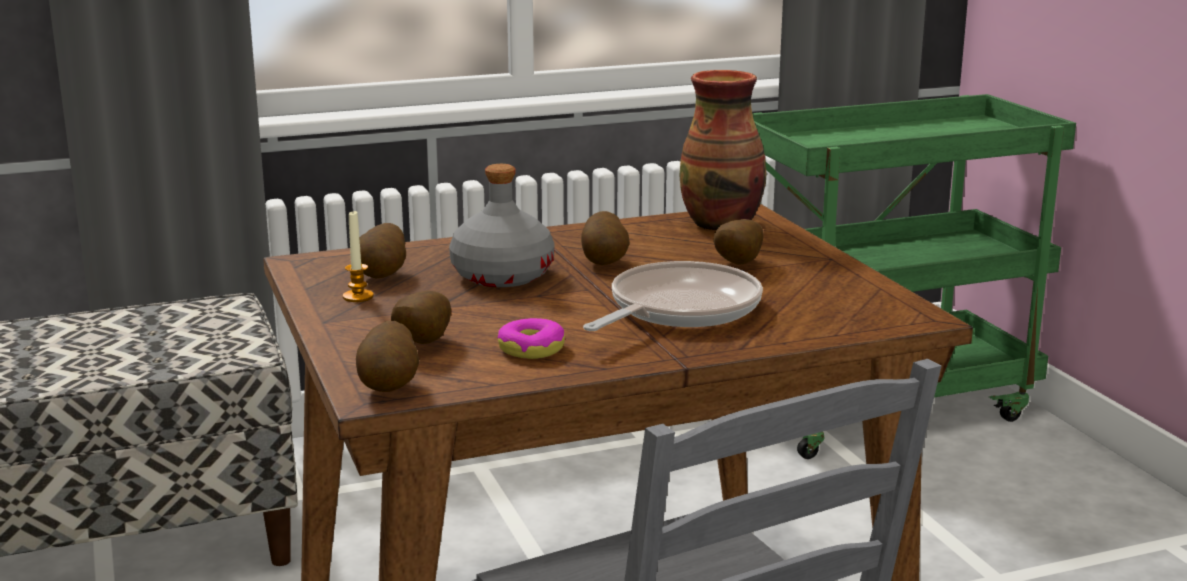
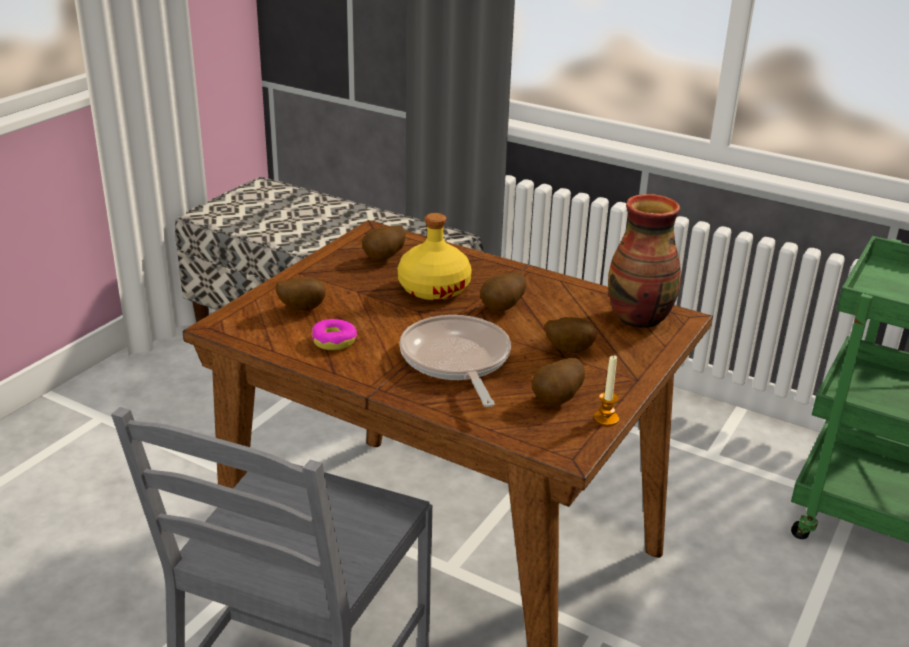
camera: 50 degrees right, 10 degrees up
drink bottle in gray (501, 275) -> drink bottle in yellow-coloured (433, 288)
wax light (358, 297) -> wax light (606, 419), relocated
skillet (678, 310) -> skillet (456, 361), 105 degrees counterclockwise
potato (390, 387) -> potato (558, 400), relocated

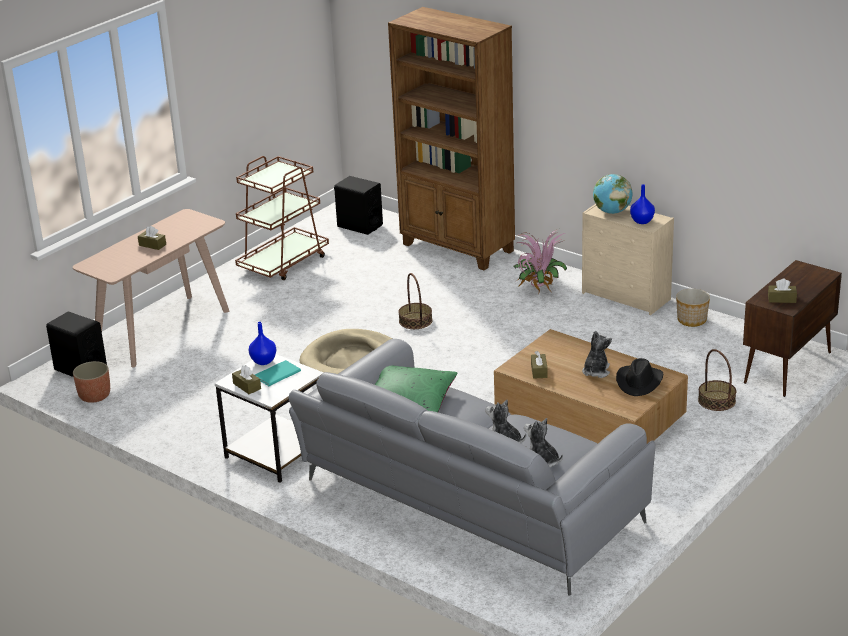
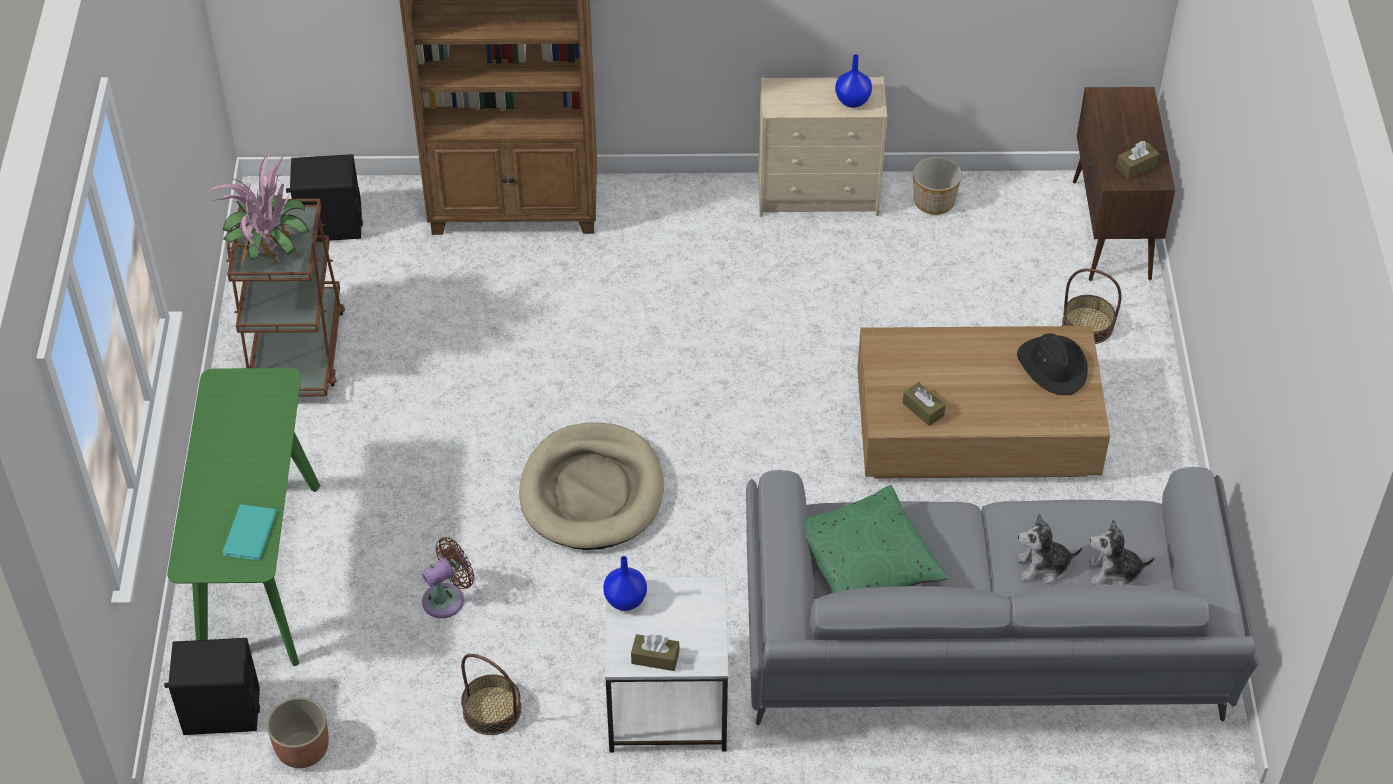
camera: 40 degrees left, 20 degrees up
desk globe (612, 212) -> none
hall table in sand-coloured (162, 330) -> hall table in green-coloured (259, 572)
tissue box in brownish (152, 245) -> none
houseplant (538, 291) -> houseplant (269, 256), relocated
household basket (415, 321) -> household basket (492, 710), relocated
cuddly toy (596, 371) -> none
bound book in turquoise (276, 374) -> bound book in turquoise (248, 534), relocated
none -> fan in brownish (447, 598)

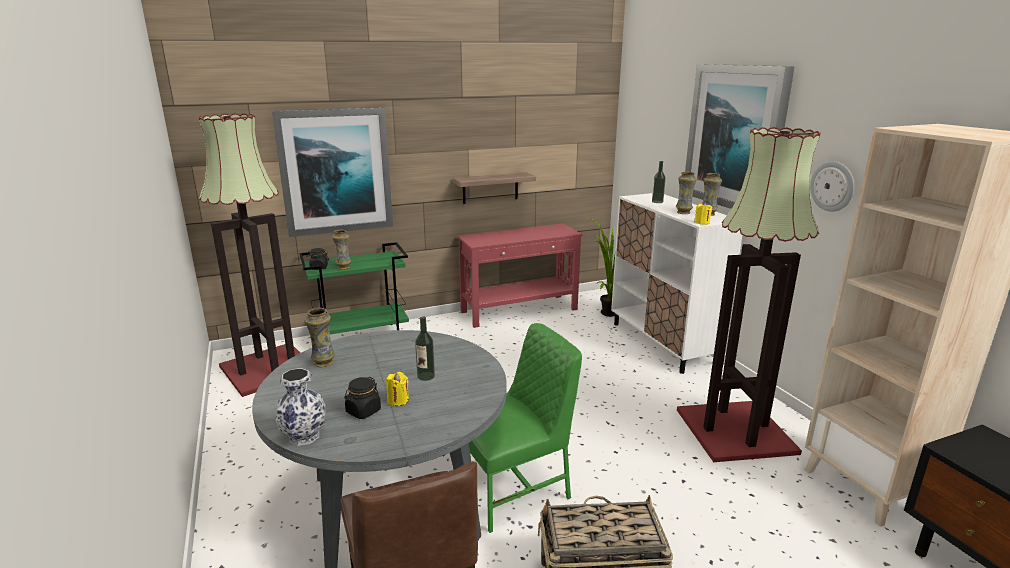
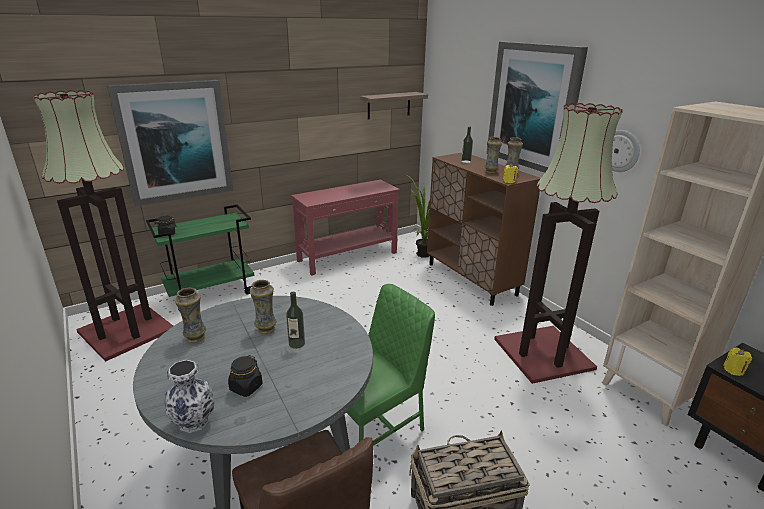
camera: 10 degrees left, 5 degrees up
bracket shelf (490, 188) -> bracket shelf (389, 105), relocated
cabinet in white-coloured (662, 343) -> cabinet in brownish (471, 279)
flower vase (343, 267) -> flower vase (266, 328), relocated
wax light in yellow-coloured (398, 400) -> wax light in yellow-coloured (733, 370), relocated

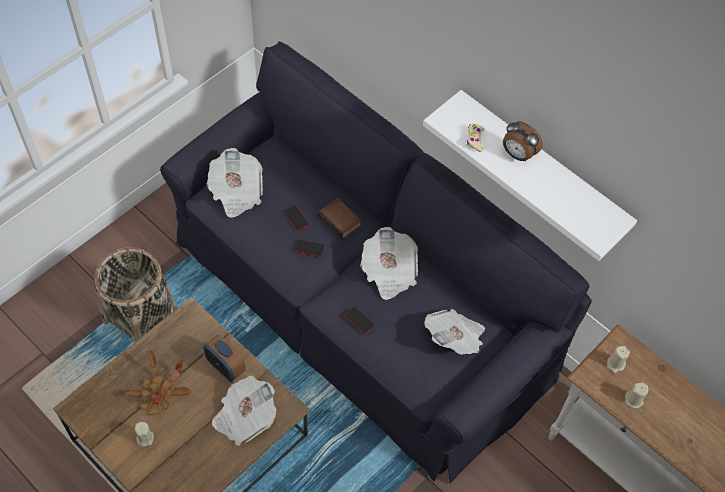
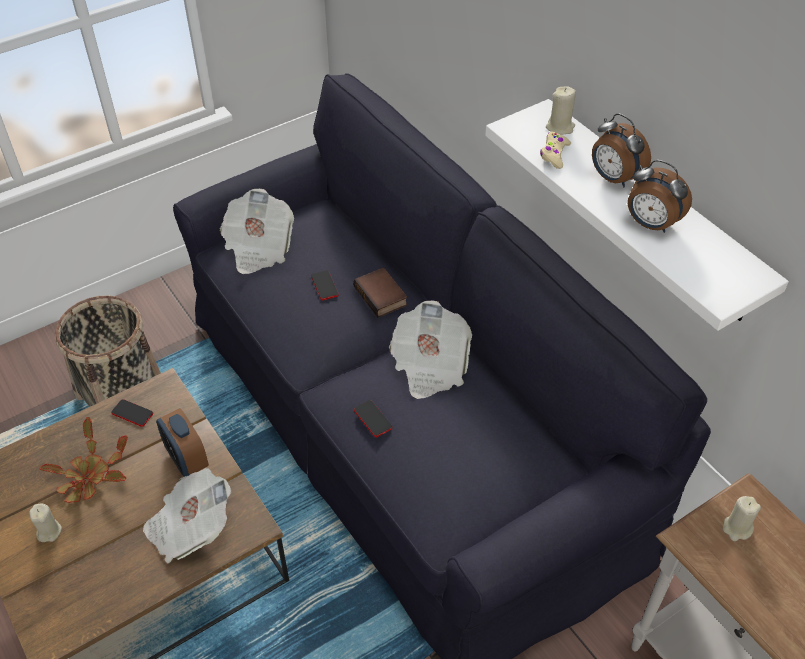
camera: 15 degrees right, 10 degrees down
phone (309, 248) -> phone (132, 413), relocated
newspaper (455, 338) -> none
wax light in sand-coloured (634, 400) -> wax light in sand-coloured (560, 127), relocated
none -> bedside clock (650, 224)

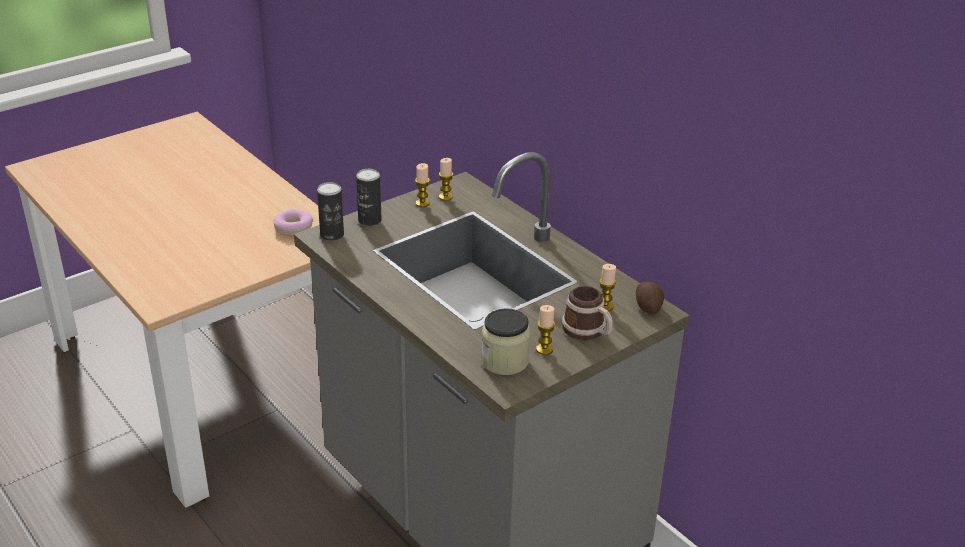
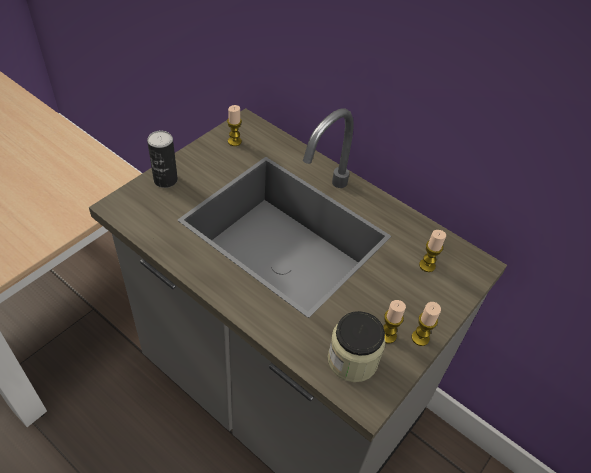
camera: 15 degrees left, 15 degrees up
wax light (422, 203) -> wax light (420, 338), relocated
can (332, 235) -> none
ring doughnut (293, 228) -> none
potato (648, 306) -> none
coffee mug (588, 332) -> none

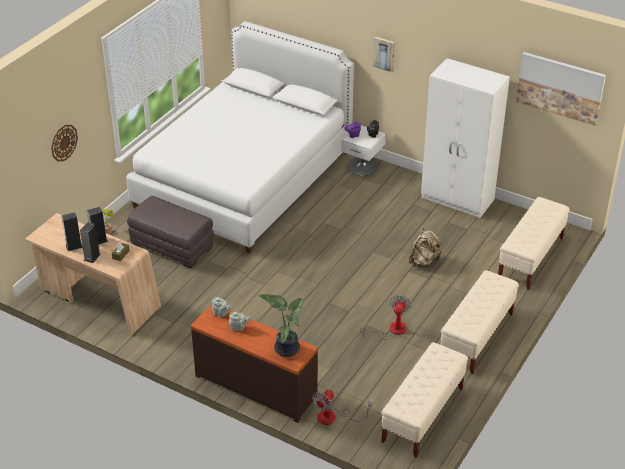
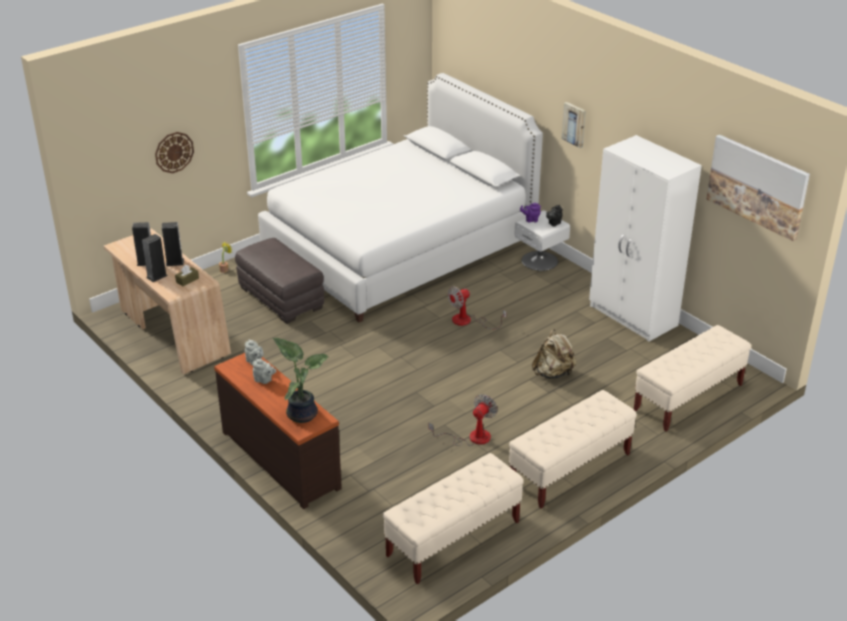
camera: 20 degrees right, 5 degrees down
fan (333, 417) -> fan (468, 321), relocated

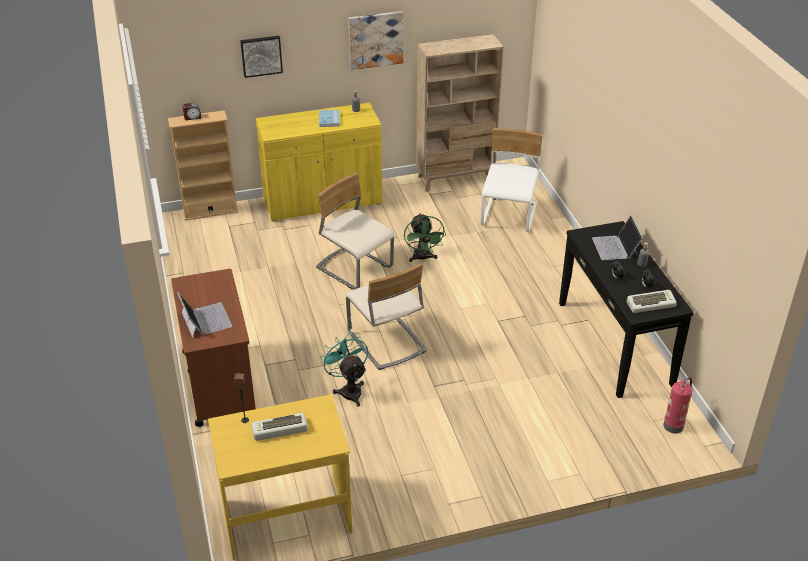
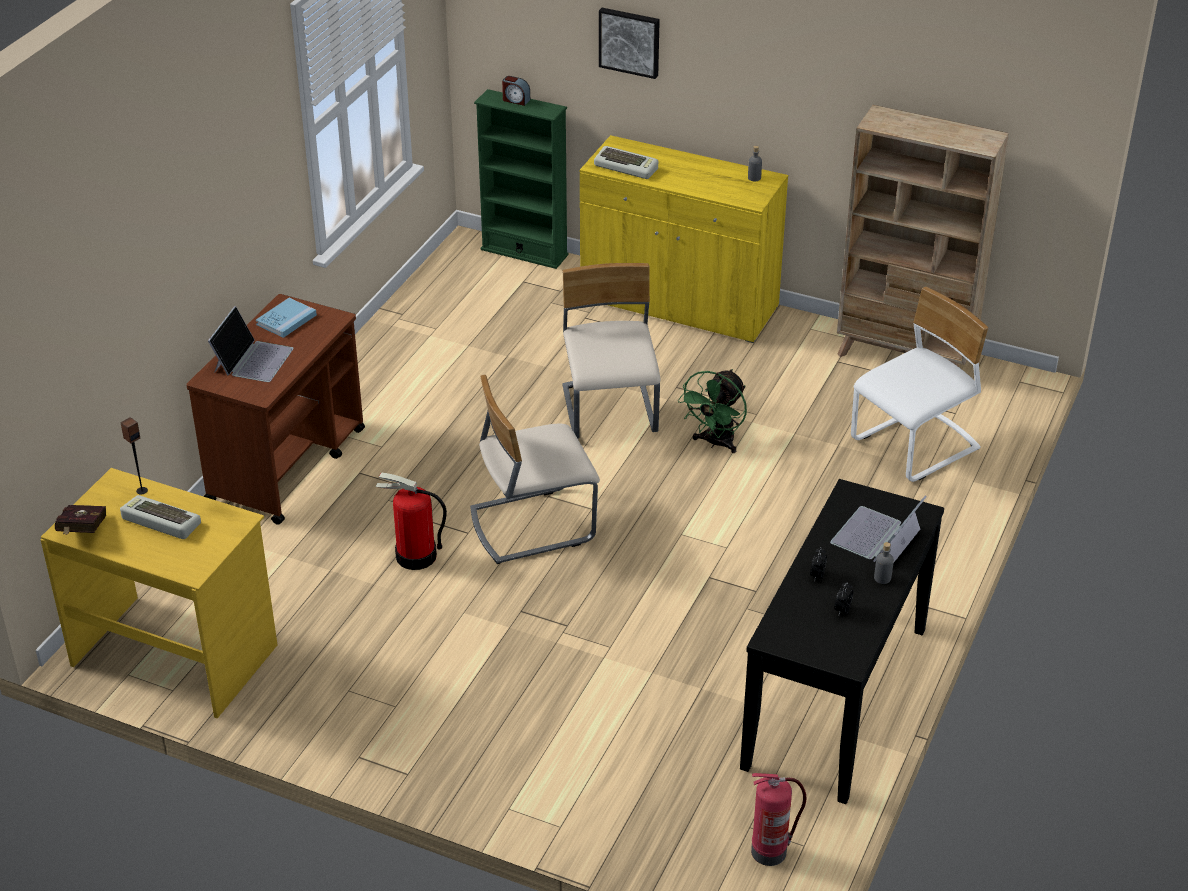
camera: 40 degrees right, 0 degrees up
wall picture (375, 39) -> none
bookshelf in sand-coloured (210, 211) -> bookshelf in green-coloured (524, 252)
bound book in blue-coloured (329, 119) -> bound book in blue-coloured (286, 320), relocated
chair in sand-coloured (386, 342) -> chair in sand-coloured (531, 524), 60 degrees clockwise
computer keyboard (651, 304) -> computer keyboard (627, 167), relocated
fan in turquoise (349, 390) -> fire-fighting cylinder (415, 556)
none -> bound book in red (82, 532)

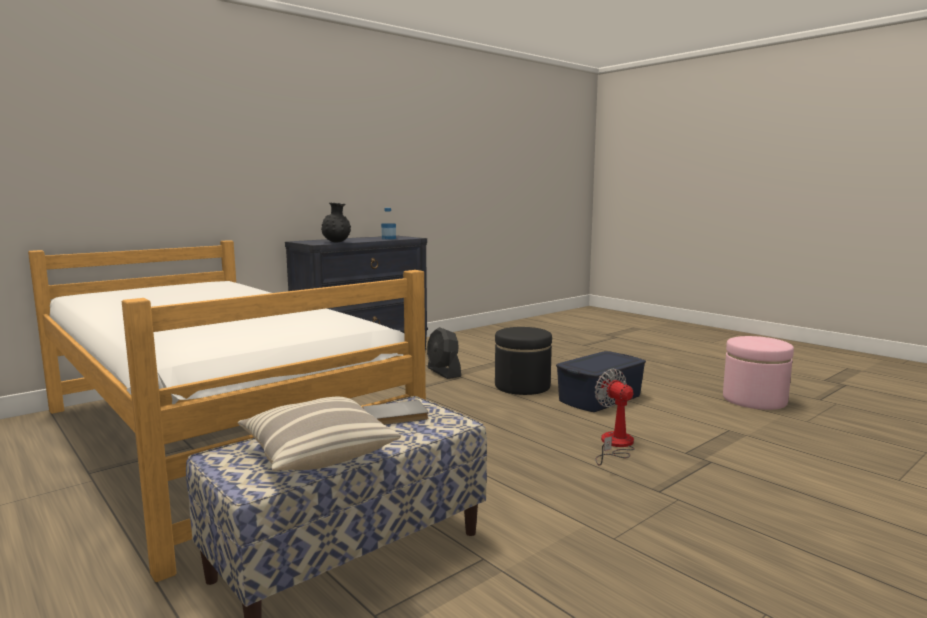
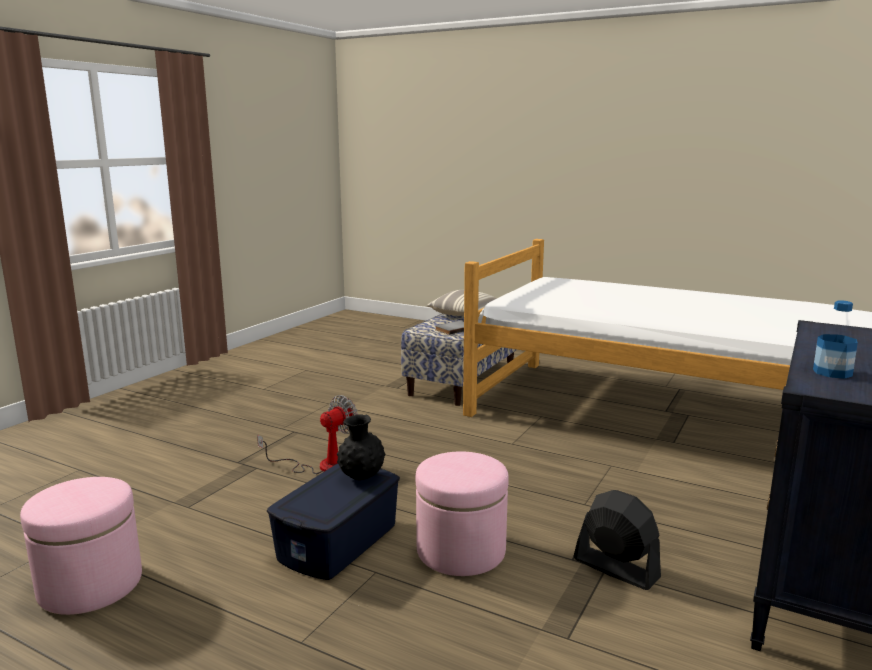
camera: 160 degrees right, 5 degrees up
flower vase in black-coloured (336, 242) -> flower vase in black-coloured (361, 477), relocated
ottoman in black-coloured (522, 386) -> ottoman in pink (461, 550)
fan (615, 445) -> fan (323, 465), 90 degrees counterclockwise

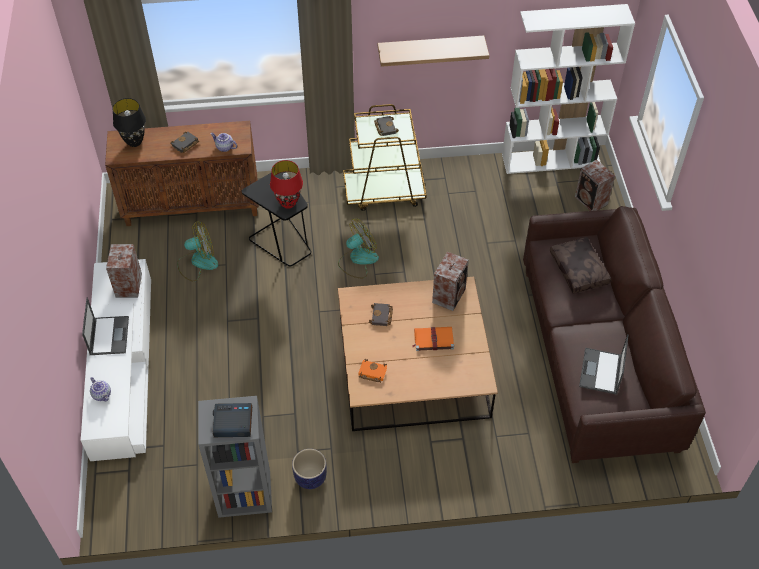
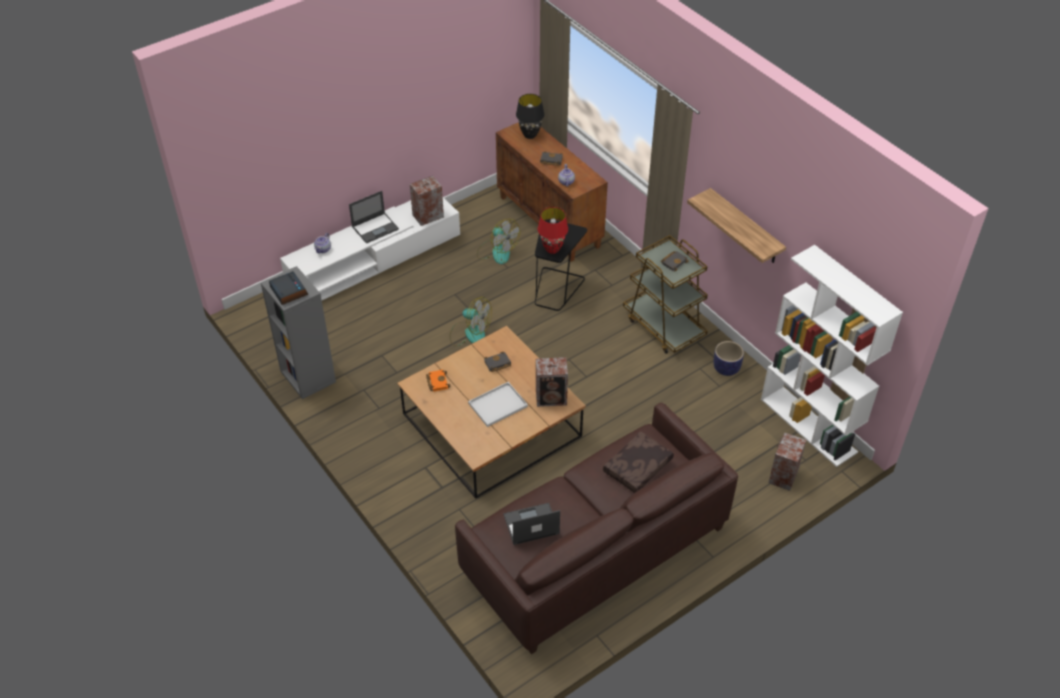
camera: 60 degrees right, 5 degrees down
fan (357, 260) -> fan (470, 333), relocated
bound book in orangey (433, 339) -> serving tray in white-coloured (497, 406)
plant pot (310, 478) -> plant pot (726, 368), relocated

